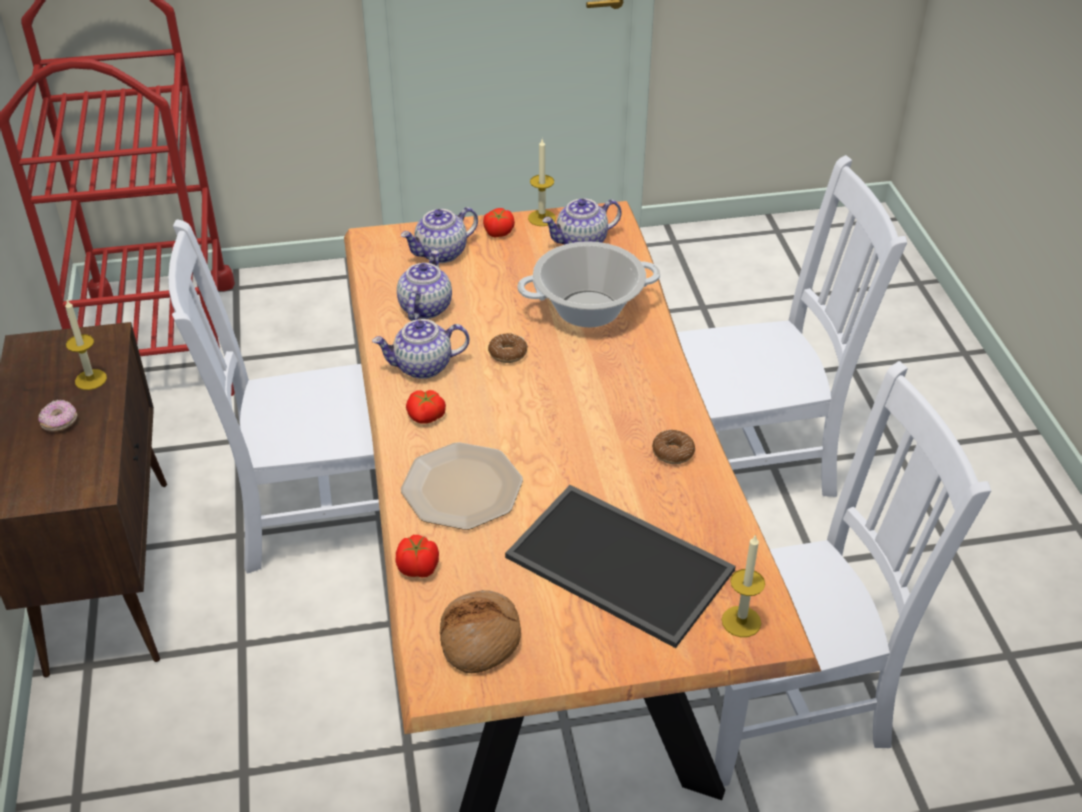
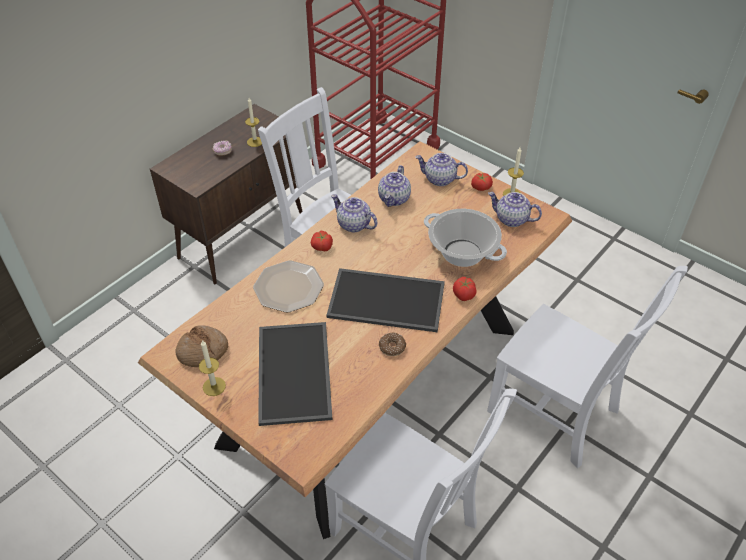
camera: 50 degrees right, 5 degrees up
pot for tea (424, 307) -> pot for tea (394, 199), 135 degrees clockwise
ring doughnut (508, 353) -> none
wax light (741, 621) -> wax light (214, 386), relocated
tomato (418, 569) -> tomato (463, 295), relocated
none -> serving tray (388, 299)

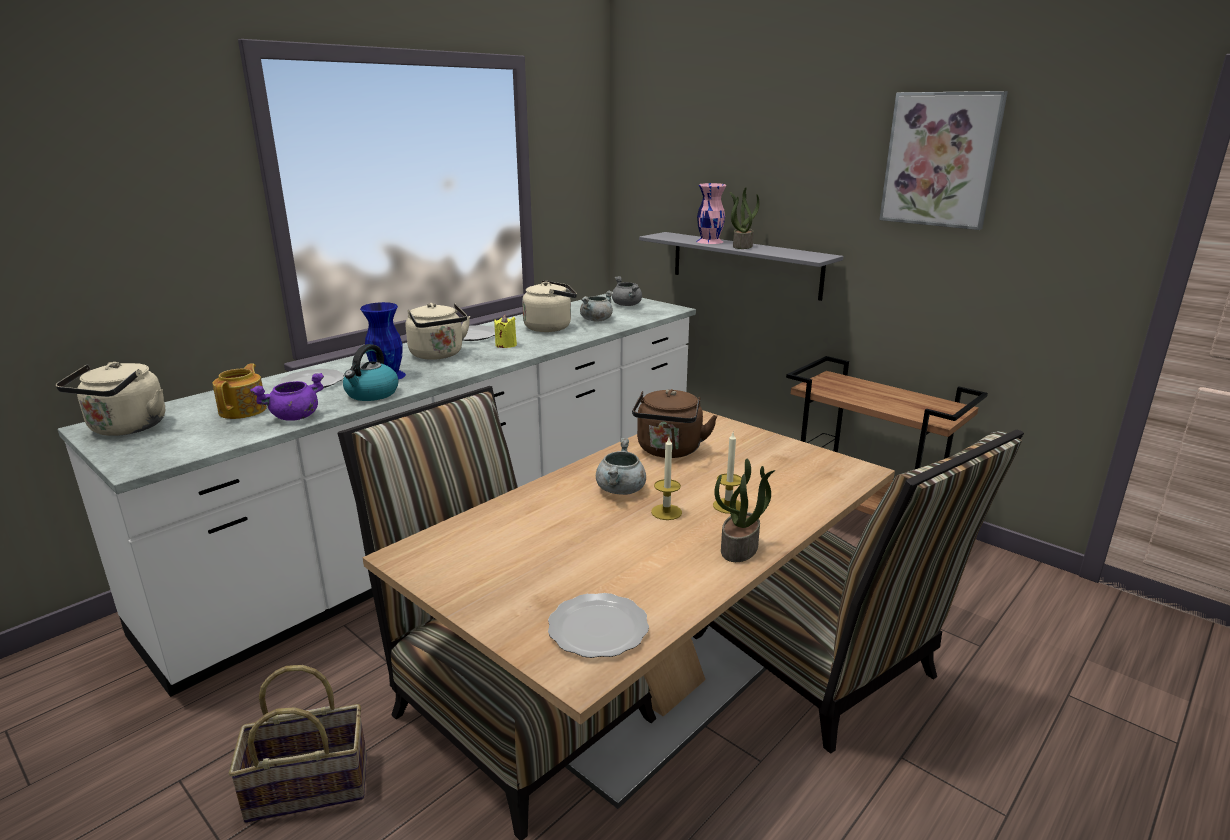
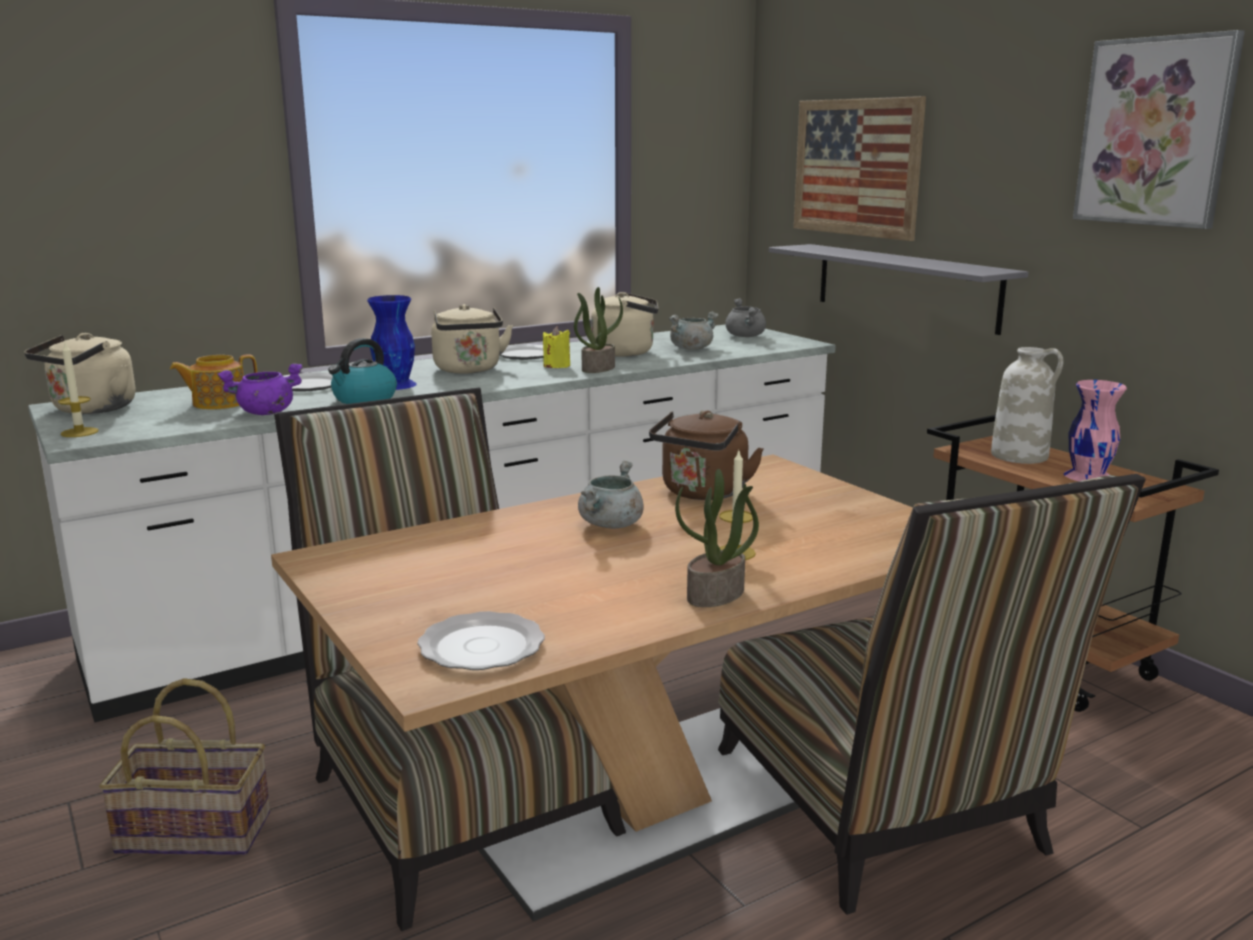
camera: 15 degrees right, 5 degrees down
flower vase in pink (709, 241) -> flower vase in pink (1088, 476), relocated
houseplant (742, 246) -> houseplant (598, 368), relocated
pot for tea (244, 410) -> pot for tea (218, 403), 135 degrees counterclockwise
wax light (666, 512) -> wax light (79, 432), relocated
none -> wall picture (856, 167)
none -> flower vase in white-coloured (1020, 456)

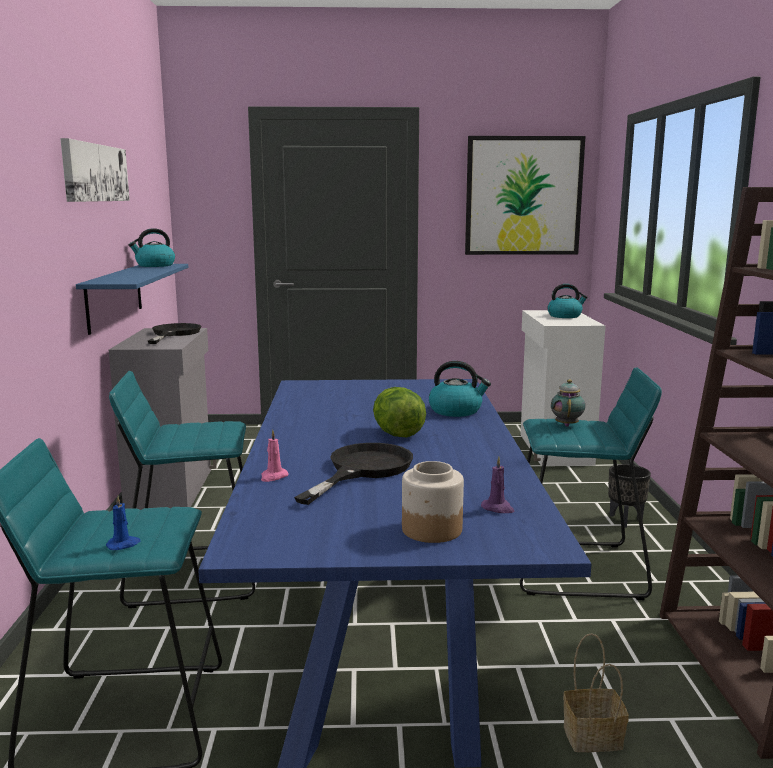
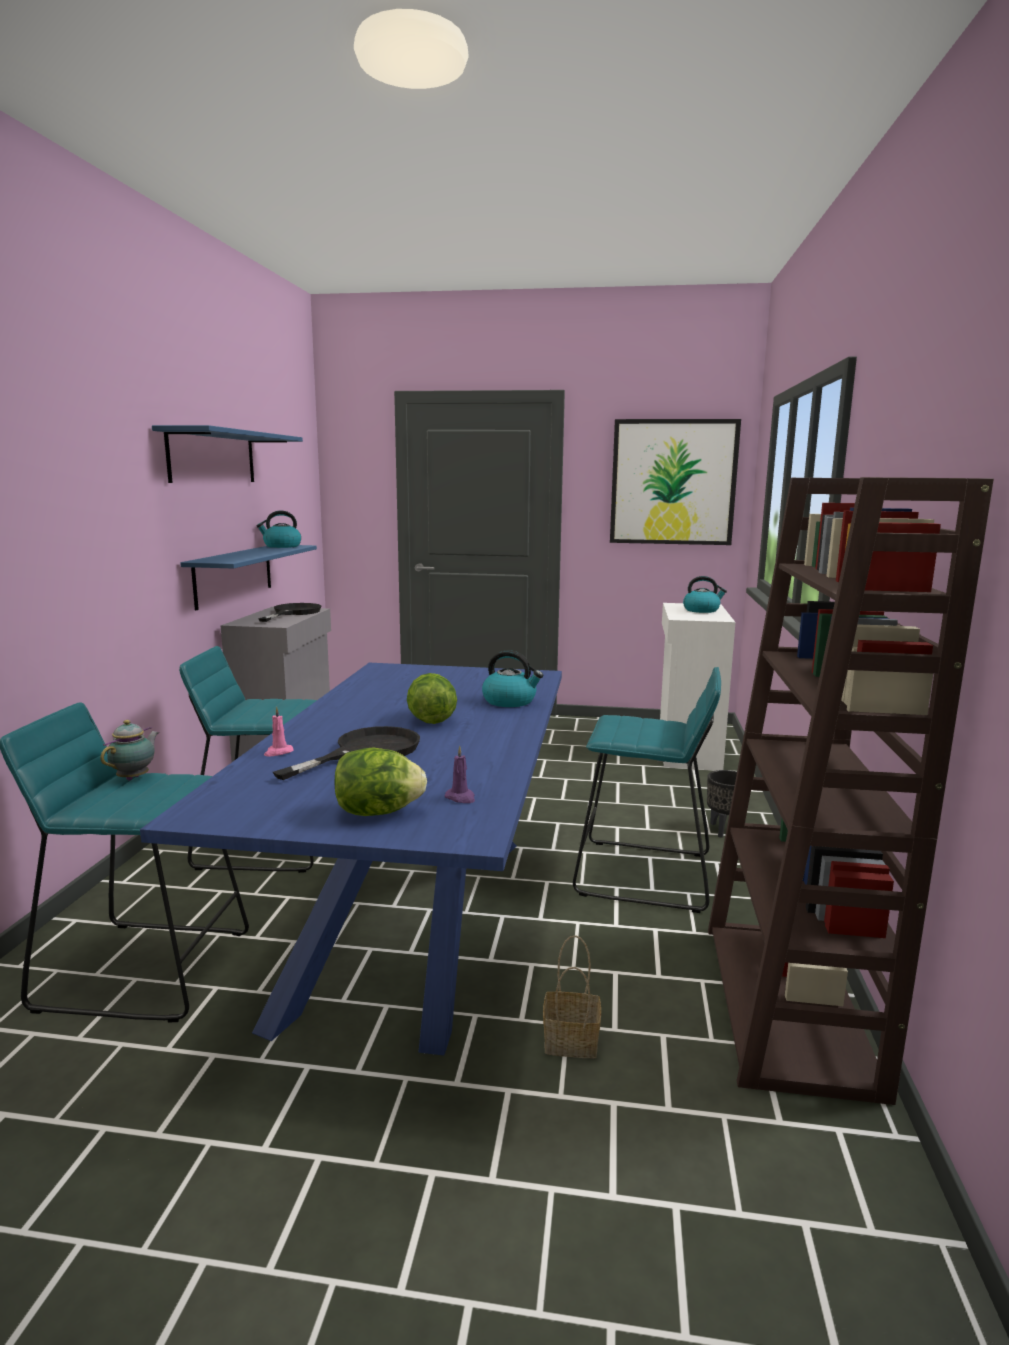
camera: 10 degrees right, 0 degrees up
wall picture (95, 173) -> bracket shelf in blue-coloured (212, 457)
pot for tea (567, 425) -> pot for tea (135, 777), relocated
jar (431, 529) -> lettuce (378, 812)
wax light in blue-coloured (123, 544) -> none

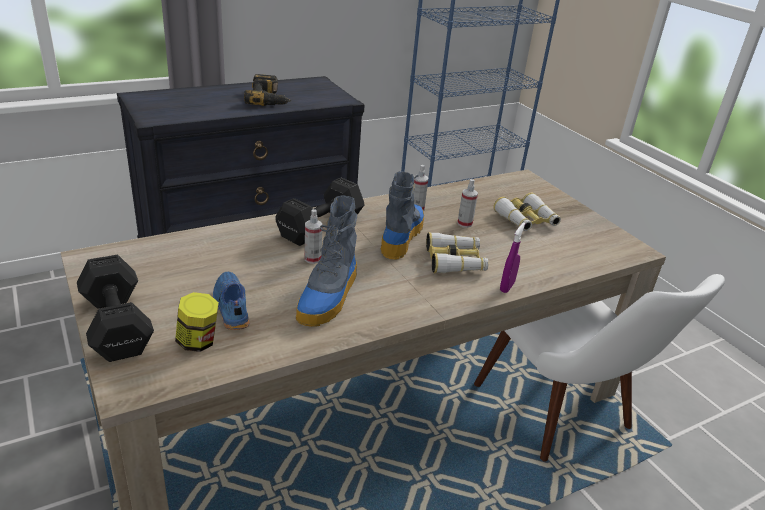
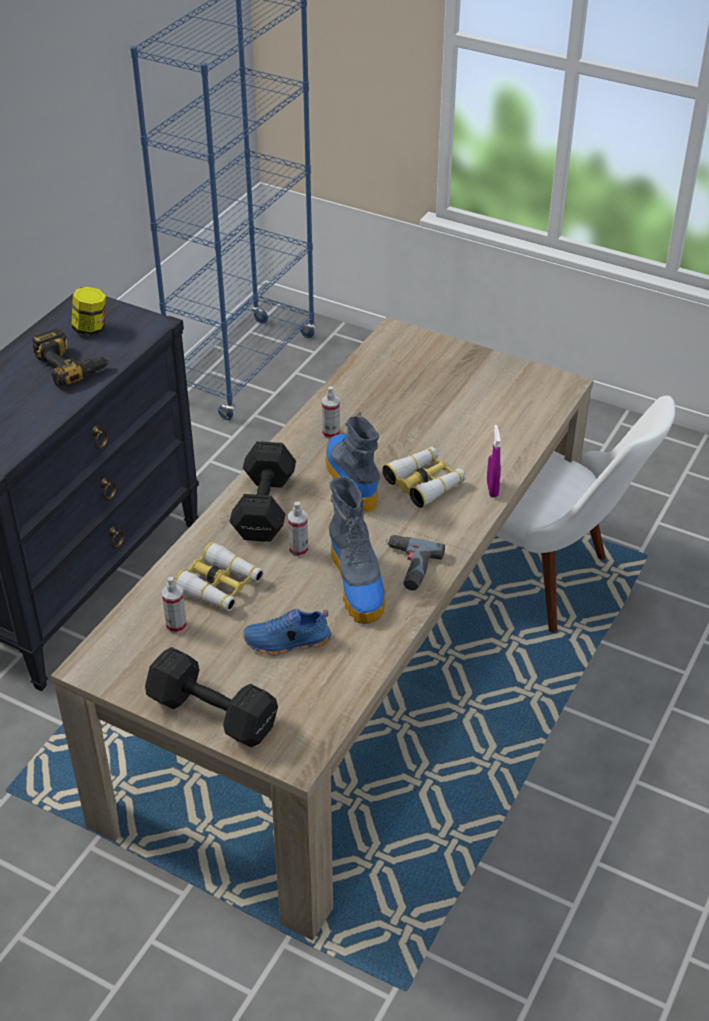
camera: 30 degrees left, 10 degrees up
hand sprayer (464, 223) -> hand sprayer (176, 625), relocated
binoculars (526, 220) -> binoculars (220, 586), relocated
low shoe in blue-coloured (230, 308) -> low shoe in blue-coloured (287, 642), 45 degrees counterclockwise
jar (198, 342) -> jar (91, 329), relocated
none -> drill (408, 567)

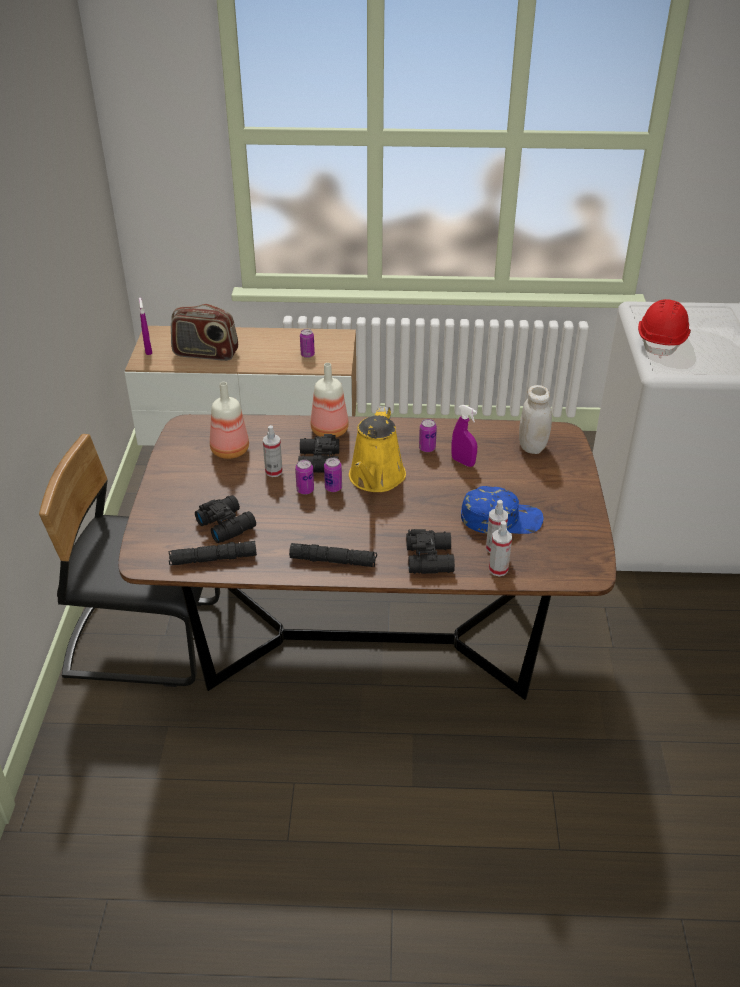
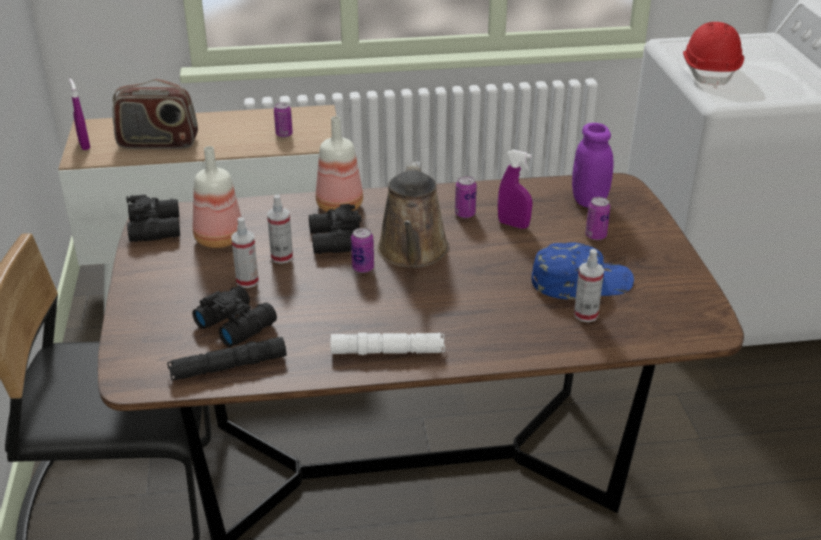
camera: 10 degrees left, 5 degrees down
jar in white-coloured (532, 447) -> jar in purple (589, 201)
sprinkling can in yellow-coloured (375, 479) -> sprinkling can in brownish (413, 253)
can (305, 490) -> can (595, 236), relocated
hand sprayer (498, 569) -> hand sprayer (247, 281), relocated
binoculars in black-coloured (431, 558) -> binoculars in black-coloured (157, 228), relocated
hand torch in black-coloured (333, 561) -> hand torch in white-coloured (388, 351)

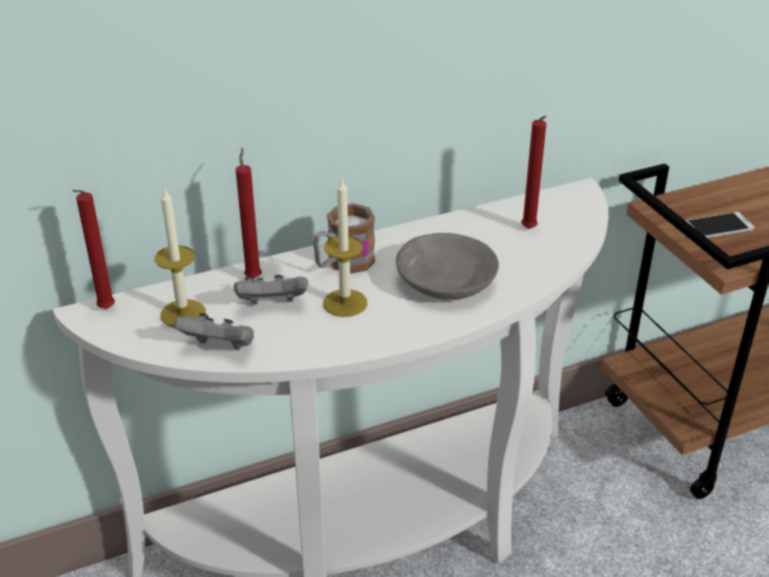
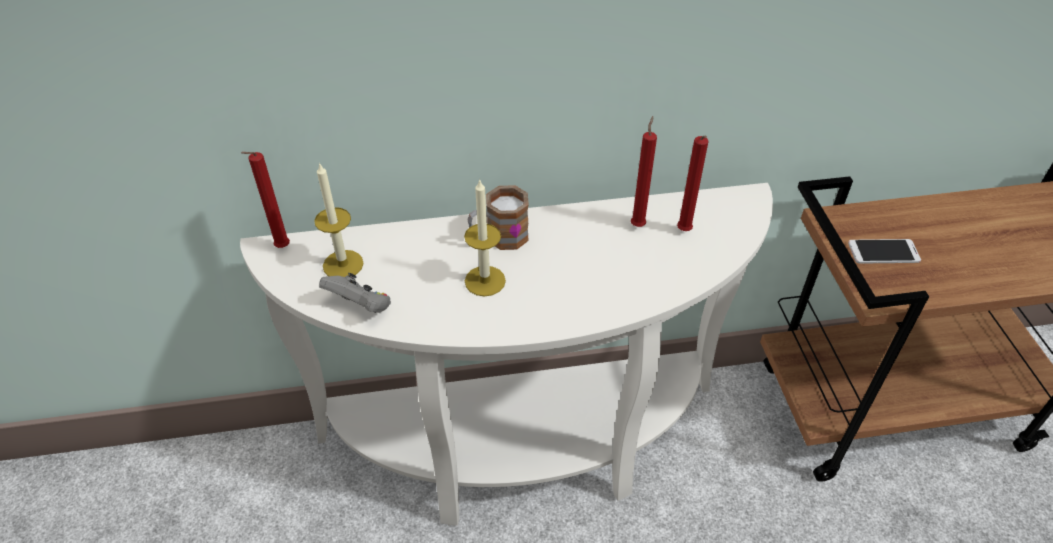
camera: 15 degrees right, 10 degrees up
wax light in red (253, 277) -> wax light in red (638, 224), relocated
deep dish in gray (444, 279) -> none
joypad in gray (272, 304) -> none

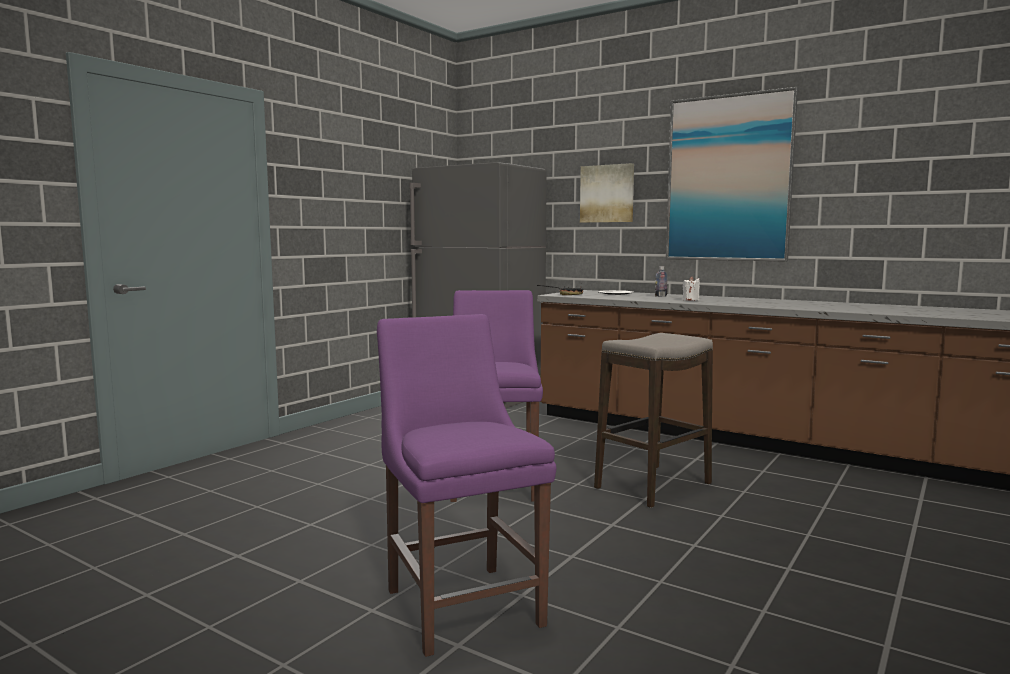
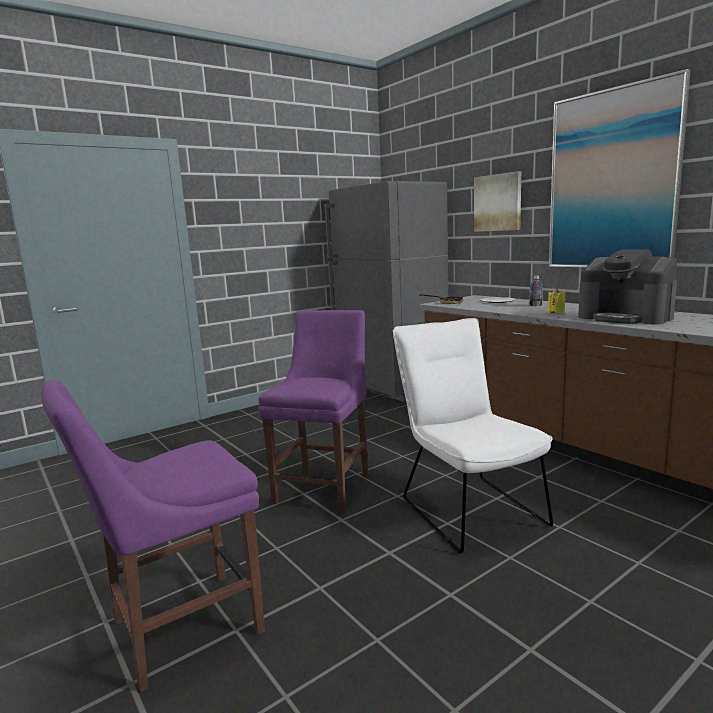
camera: 20 degrees right, 5 degrees up
wax light in white-coloured (690, 300) -> wax light in yellow-coloured (556, 312)
chair in purple (461, 603) -> chair in purple (178, 629), 120 degrees counterclockwise
stool seat (652, 486) -> chair in white-coloured (467, 507)
none -> coffee maker (625, 317)

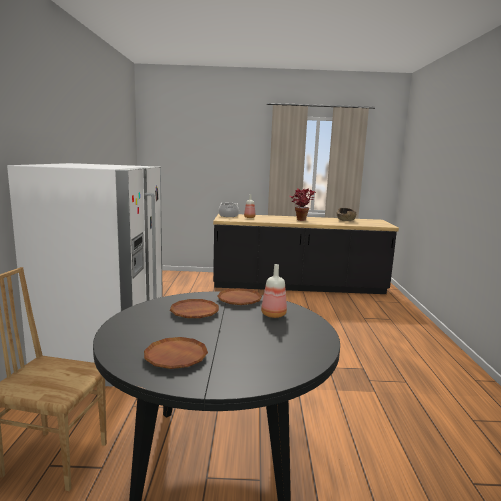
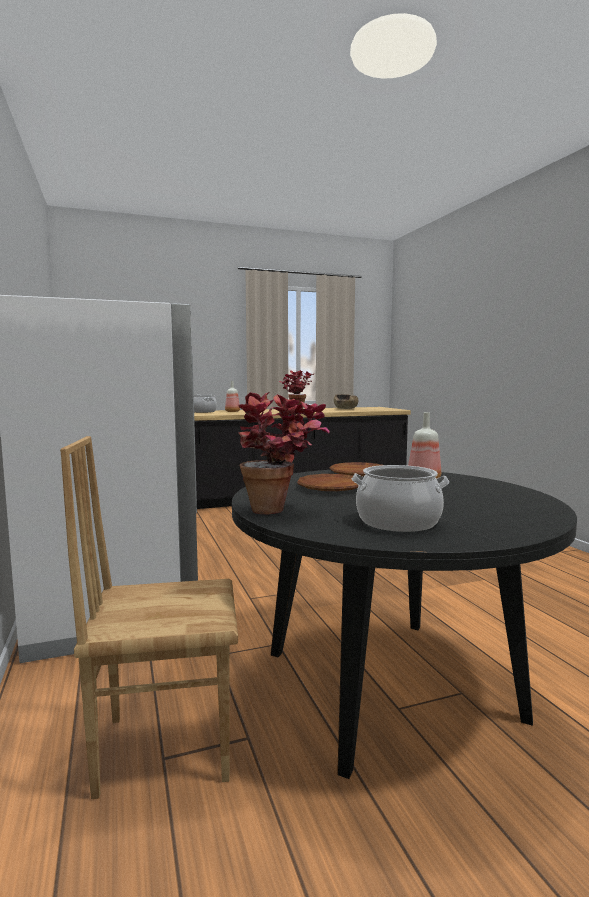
camera: 20 degrees left, 5 degrees down
flat dish in brownish (176, 357) -> cooking pot (398, 522)
none -> houseplant (280, 511)

